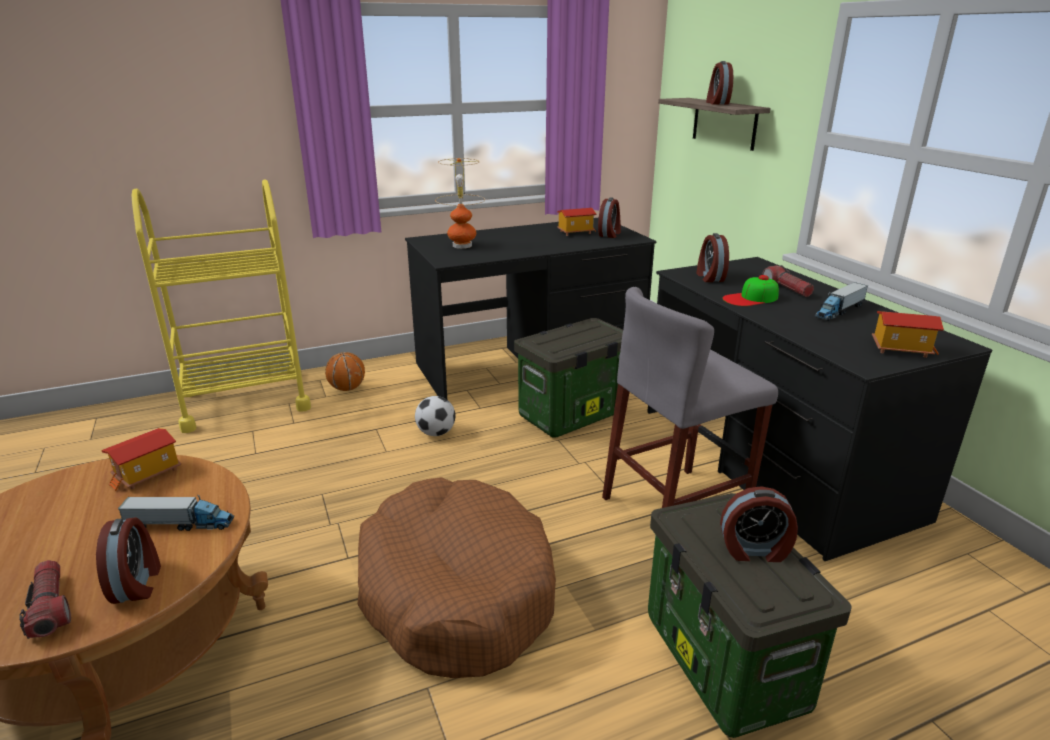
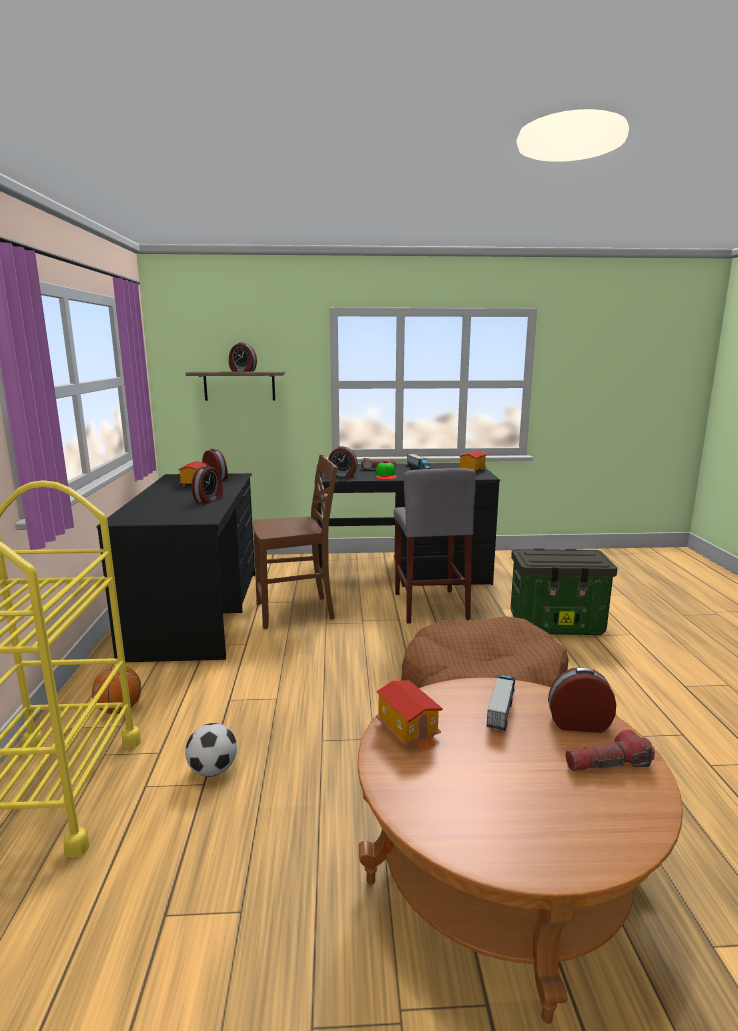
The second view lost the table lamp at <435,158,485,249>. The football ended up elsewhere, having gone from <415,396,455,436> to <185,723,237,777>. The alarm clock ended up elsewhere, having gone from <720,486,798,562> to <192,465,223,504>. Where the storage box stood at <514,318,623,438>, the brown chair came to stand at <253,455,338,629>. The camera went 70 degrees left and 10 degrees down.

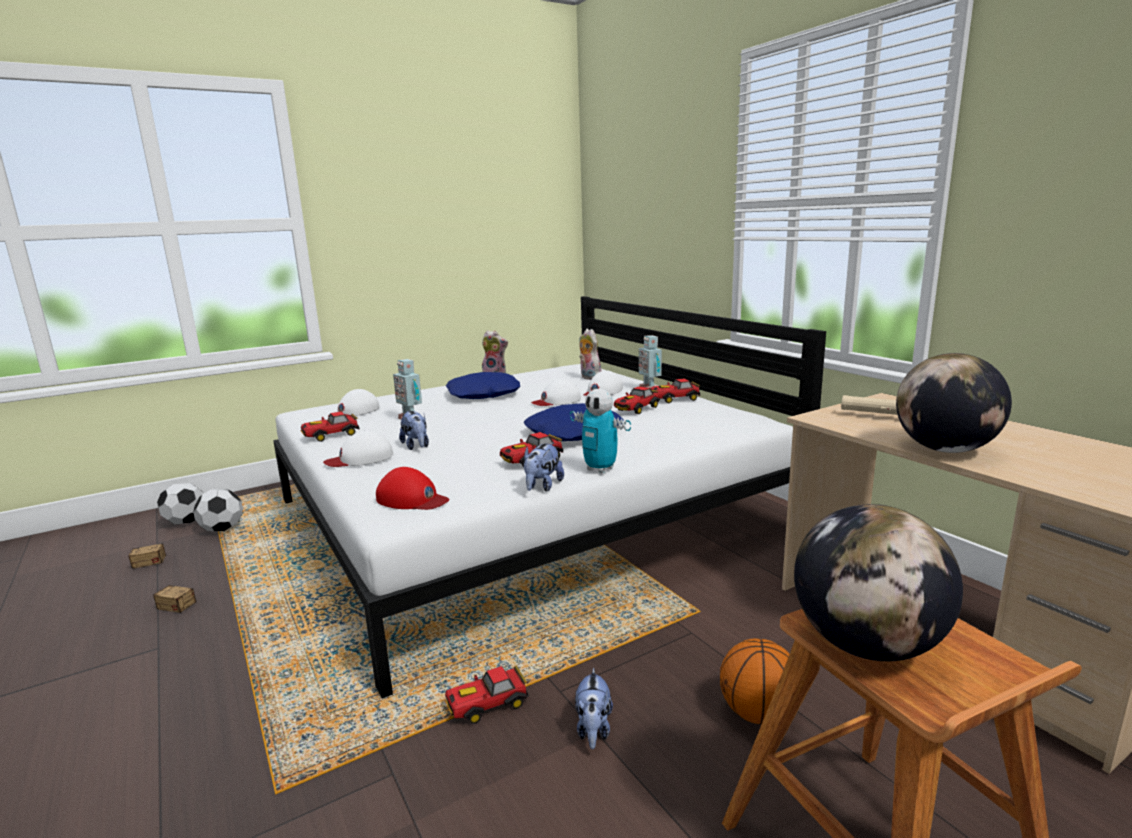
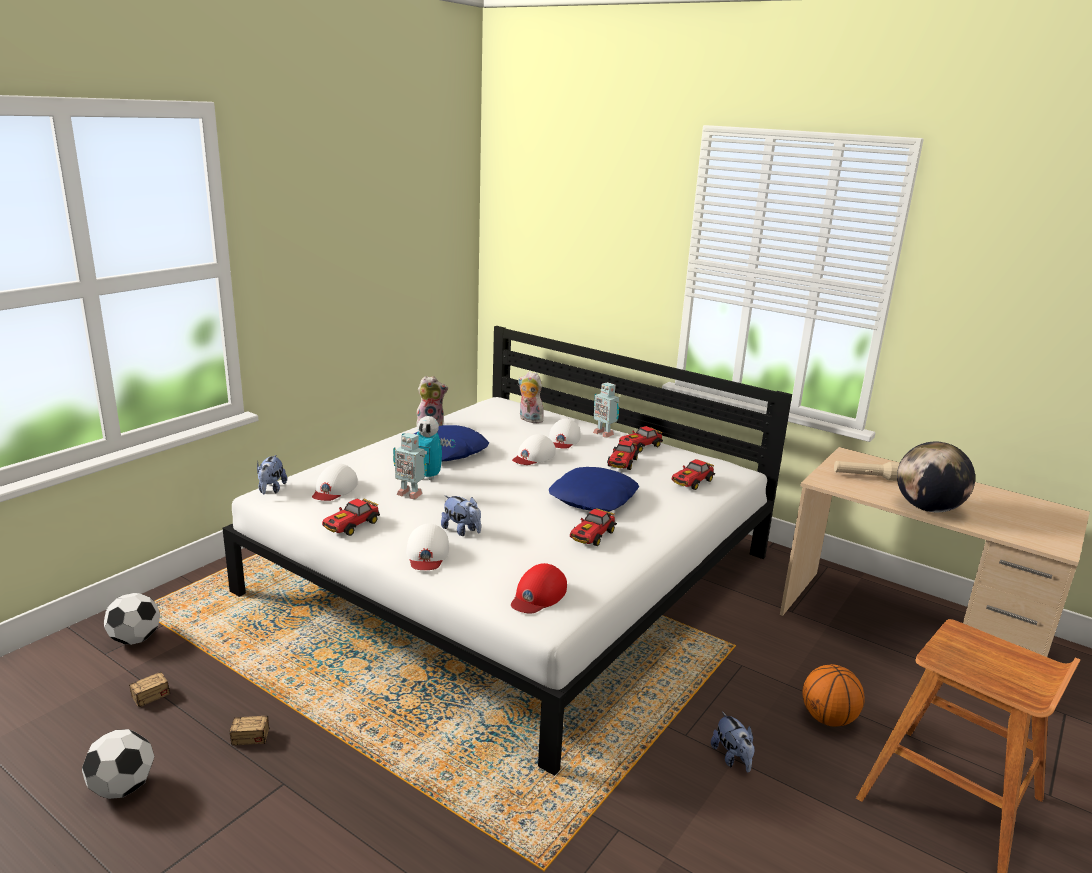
The second view lost the globe at <794,504,963,661>. The football ended up elsewhere, having gone from <193,489,243,532> to <82,729,154,799>. The toy car ended up elsewhere, having gone from <445,665,529,724> to <671,459,715,490>. The plush toy ended up elsewhere, having gone from <524,443,564,492> to <257,455,287,494>. The toy robot ended up elsewhere, having gone from <570,389,631,474> to <402,416,455,480>. The white cap at <323,431,393,467> ended up facing another way, 45 degrees counterclockwise from before. The red cap at <376,467,449,510> ended up facing another way, 120 degrees clockwise from before. The camera went 25 degrees left and 5 degrees up.

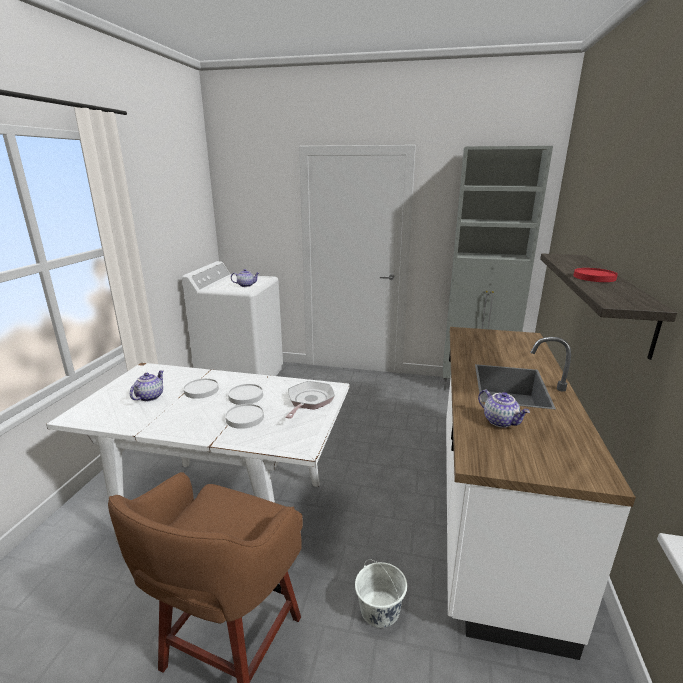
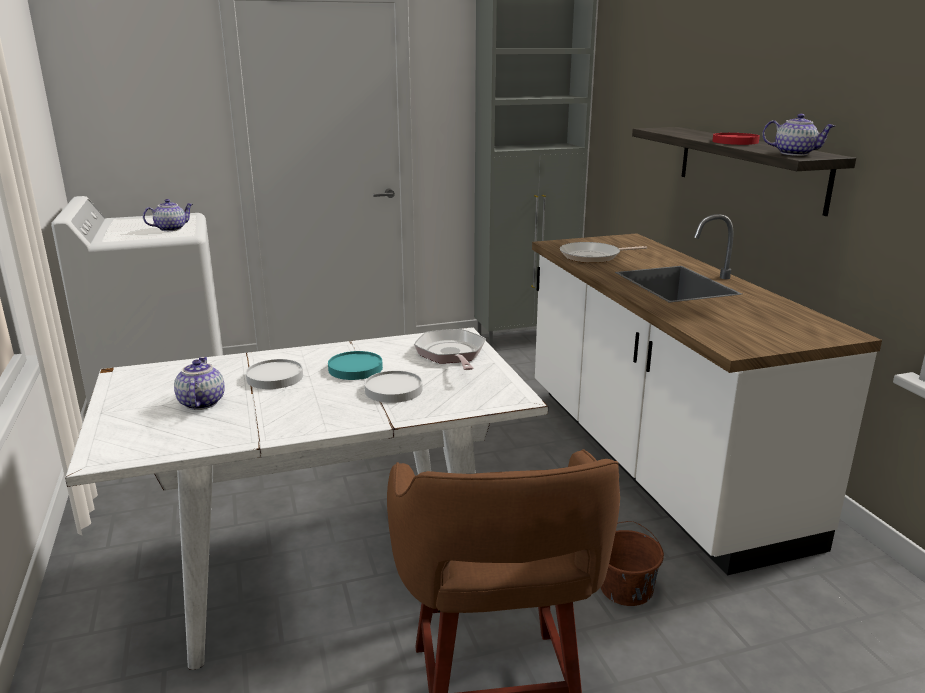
The second view gained the frying pan at <560,242,647,263>. The teapot ended up elsewhere, having gone from <478,390,530,428> to <762,114,835,156>. What was the white plate at <228,384,263,405> turned into the turquoise plate at <328,351,383,380>. What was the white bucket at <355,560,407,628> turned into the brown bucket at <601,521,664,606>. The camera went 30 degrees left and 0 degrees up.

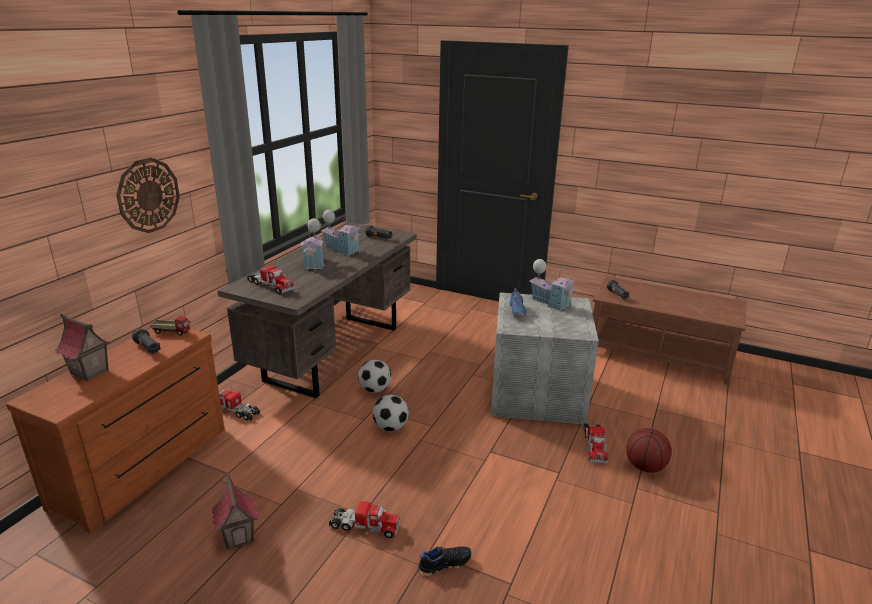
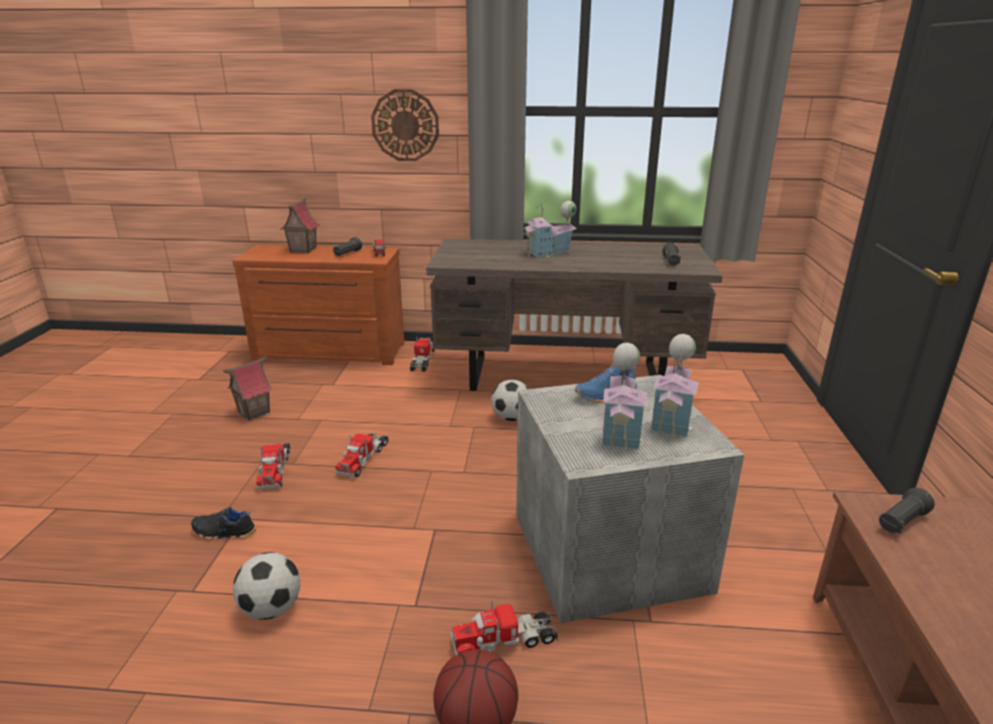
The toy truck ended up elsewhere, having gone from <247,263,295,294> to <335,433,388,478>. The toy house ended up elsewhere, having gone from <322,210,361,256> to <601,343,647,454>. The football ended up elsewhere, having gone from <373,395,409,431> to <233,552,300,620>. The black shoe at <418,547,471,576> ended up facing another way, 135 degrees clockwise from before. The camera went 70 degrees right and 0 degrees up.

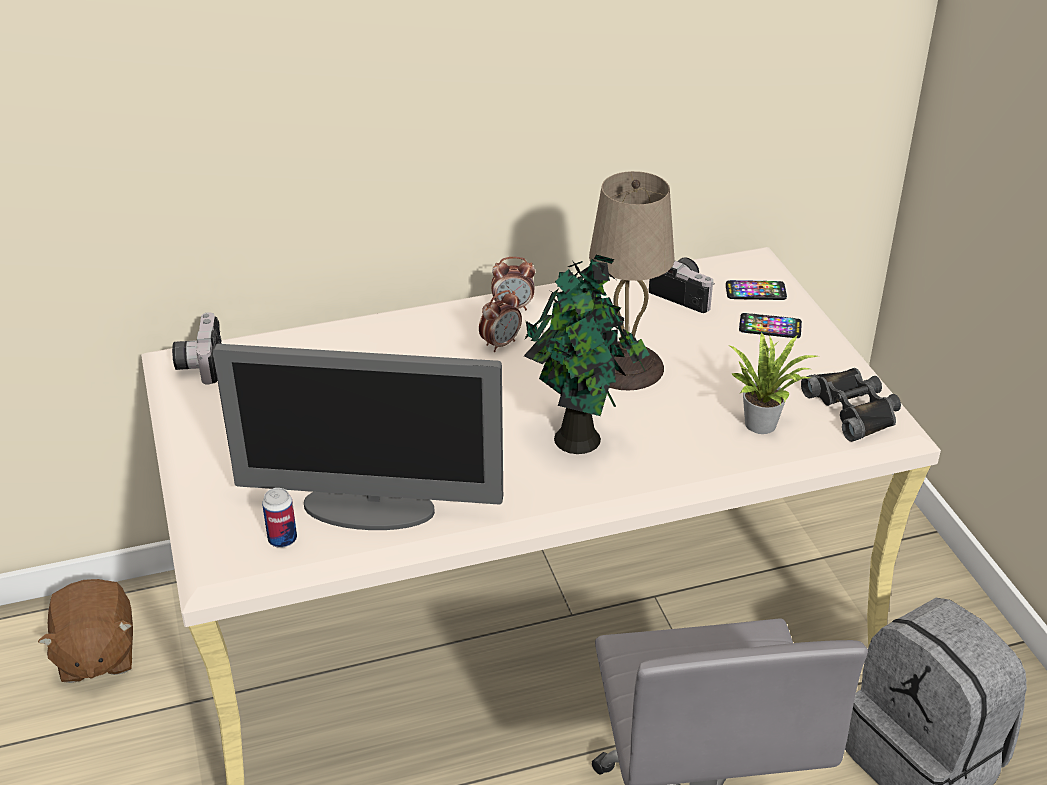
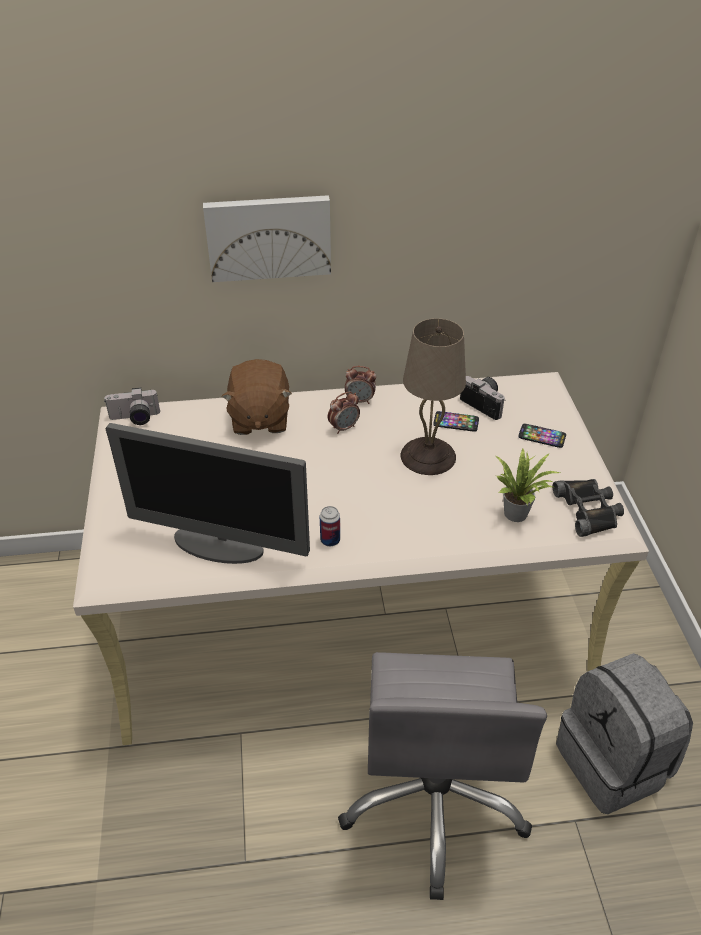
The second view lost the potted plant at <524,255,650,454>. The second view gained the picture at <203,195,331,282>. The brown plush toy ended up elsewhere, having gone from <38,579,133,683> to <221,359,292,435>. The can ended up elsewhere, having gone from <262,488,297,548> to <320,506,340,546>. The phone ended up elsewhere, having gone from <726,280,787,300> to <433,411,479,432>. The photo camera at <172,312,222,385> ended up facing another way, 105 degrees counterclockwise from before. The camera went 10 degrees right and 5 degrees up.

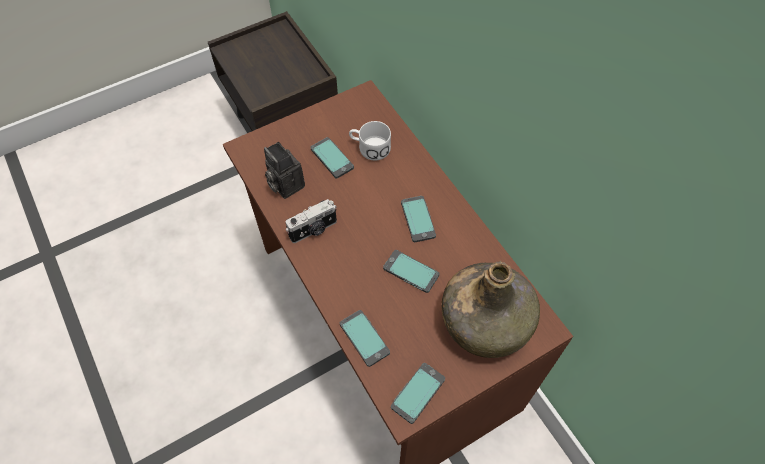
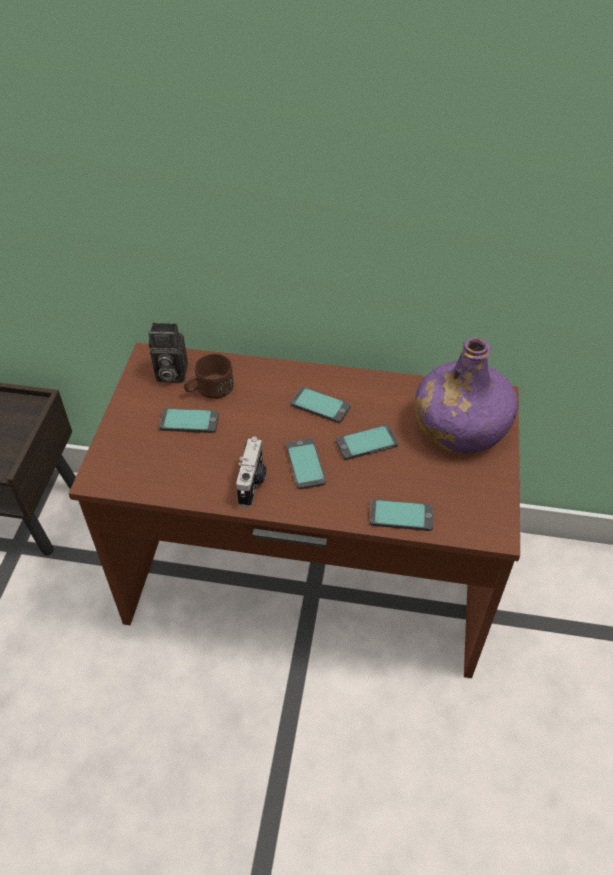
The photo camera ended up elsewhere, having gone from <264,142,305,199> to <149,323,188,383>. The phone ended up elsewhere, having gone from <391,363,445,424> to <286,438,326,490>. What was the white mug at <349,121,391,160> turned into the brown mug at <184,354,234,399>. What was the green bottle at <442,260,540,358> turned into the purple bottle at <415,337,518,454>. The camera went 50 degrees left and 10 degrees down.

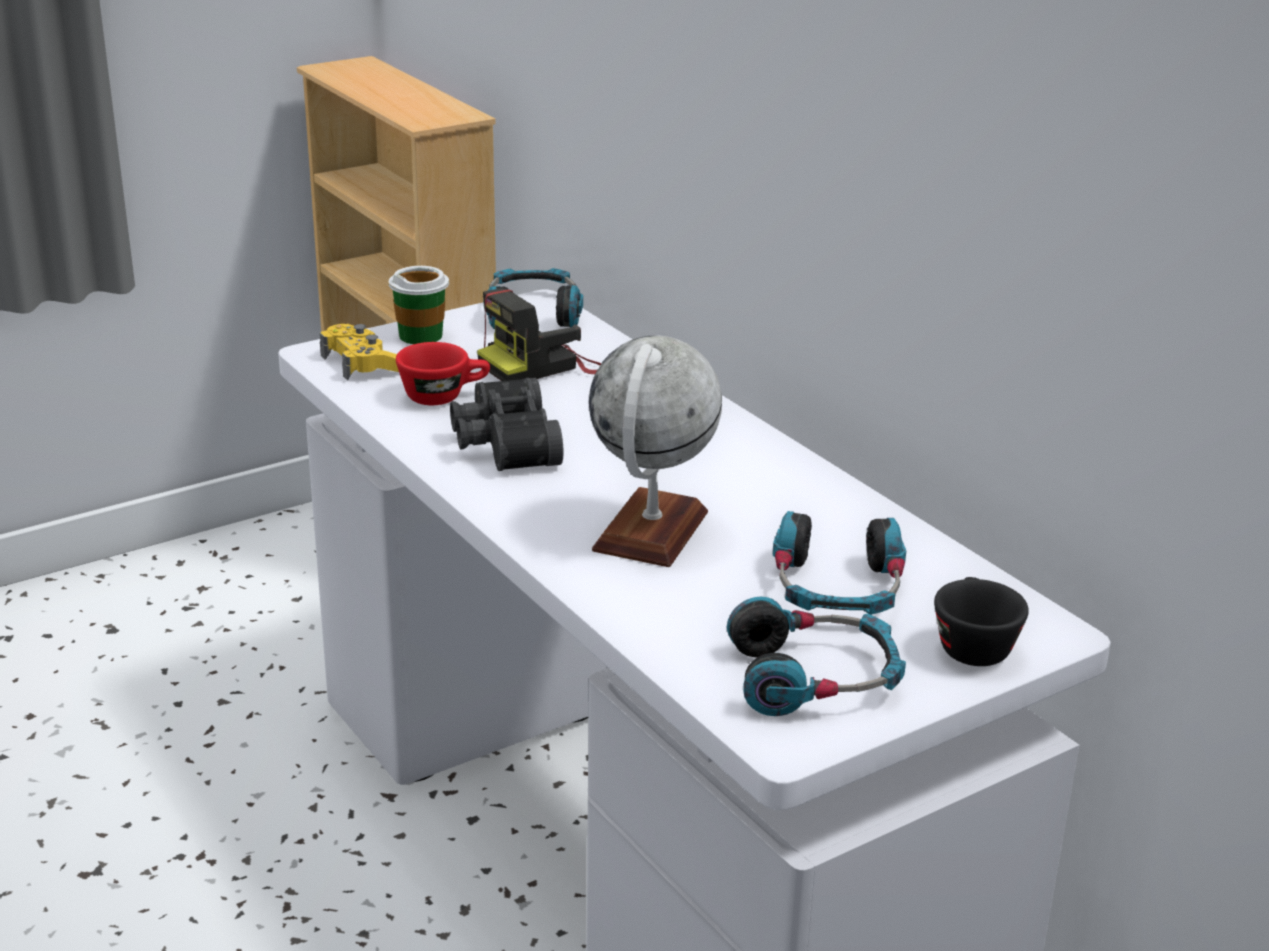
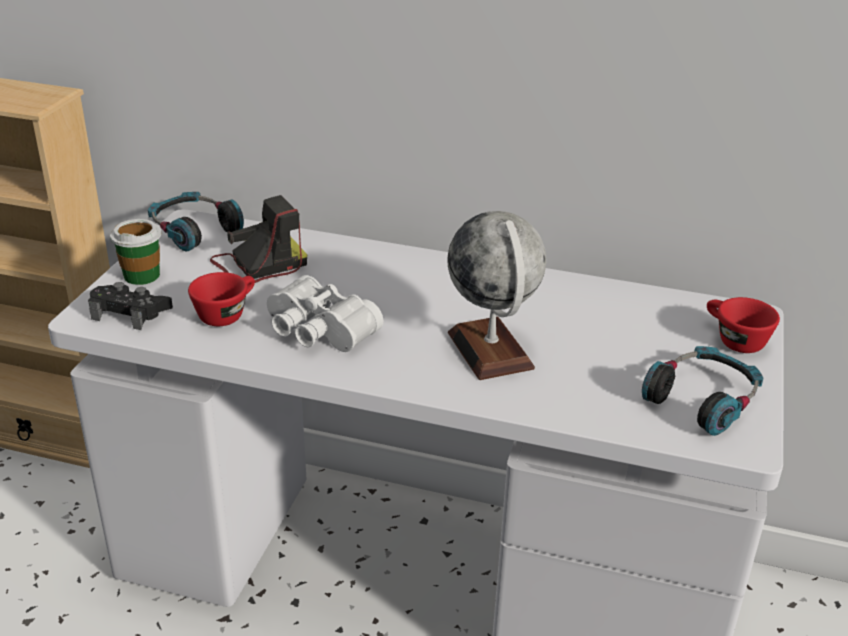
The second view lost the headphones at <773,511,906,615>. What was the yellow game controller at <320,324,399,381> turned into the black game controller at <88,282,173,330>. What was the black binoculars at <450,378,563,471> turned into the white binoculars at <267,275,383,352>. What was the black cup at <934,577,1029,666> turned into the red cup at <707,297,780,353>. The photo camera at <477,288,601,381> ended up facing another way, 135 degrees counterclockwise from before. The camera went 40 degrees left and 5 degrees up.

